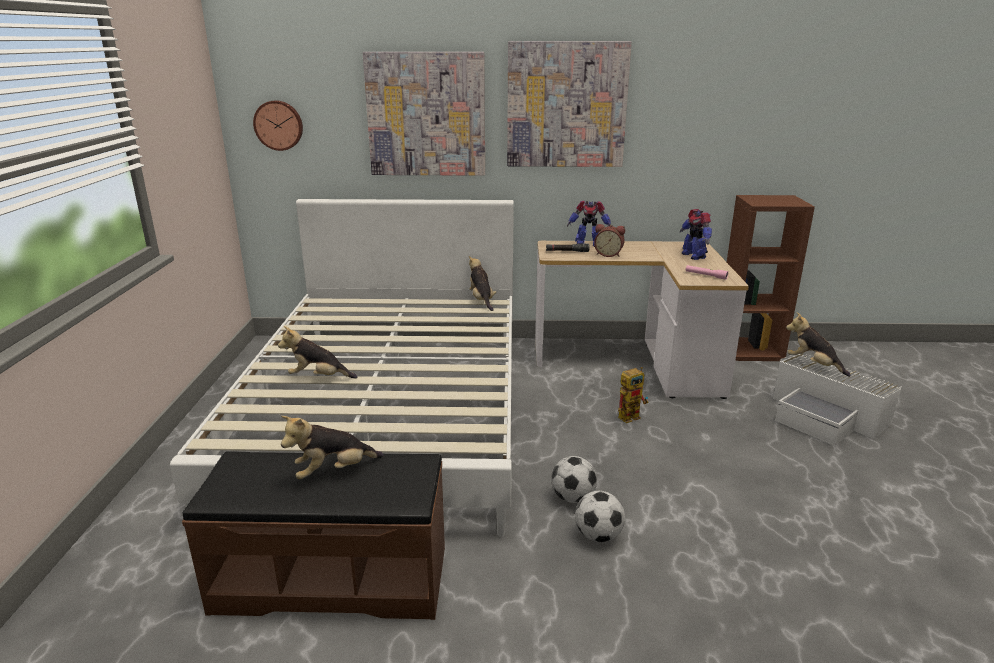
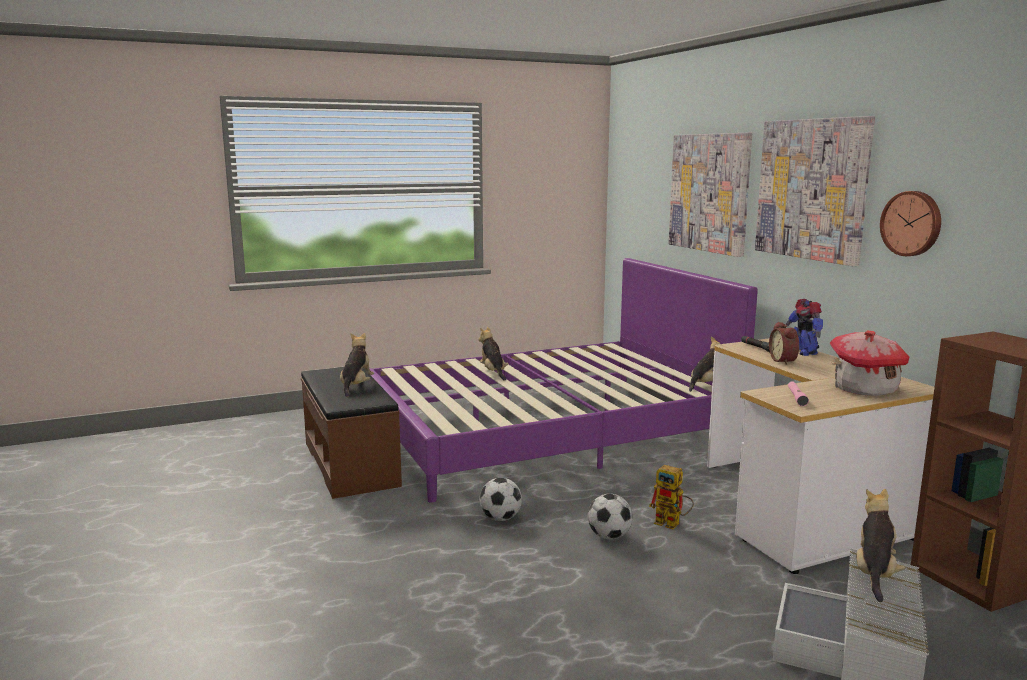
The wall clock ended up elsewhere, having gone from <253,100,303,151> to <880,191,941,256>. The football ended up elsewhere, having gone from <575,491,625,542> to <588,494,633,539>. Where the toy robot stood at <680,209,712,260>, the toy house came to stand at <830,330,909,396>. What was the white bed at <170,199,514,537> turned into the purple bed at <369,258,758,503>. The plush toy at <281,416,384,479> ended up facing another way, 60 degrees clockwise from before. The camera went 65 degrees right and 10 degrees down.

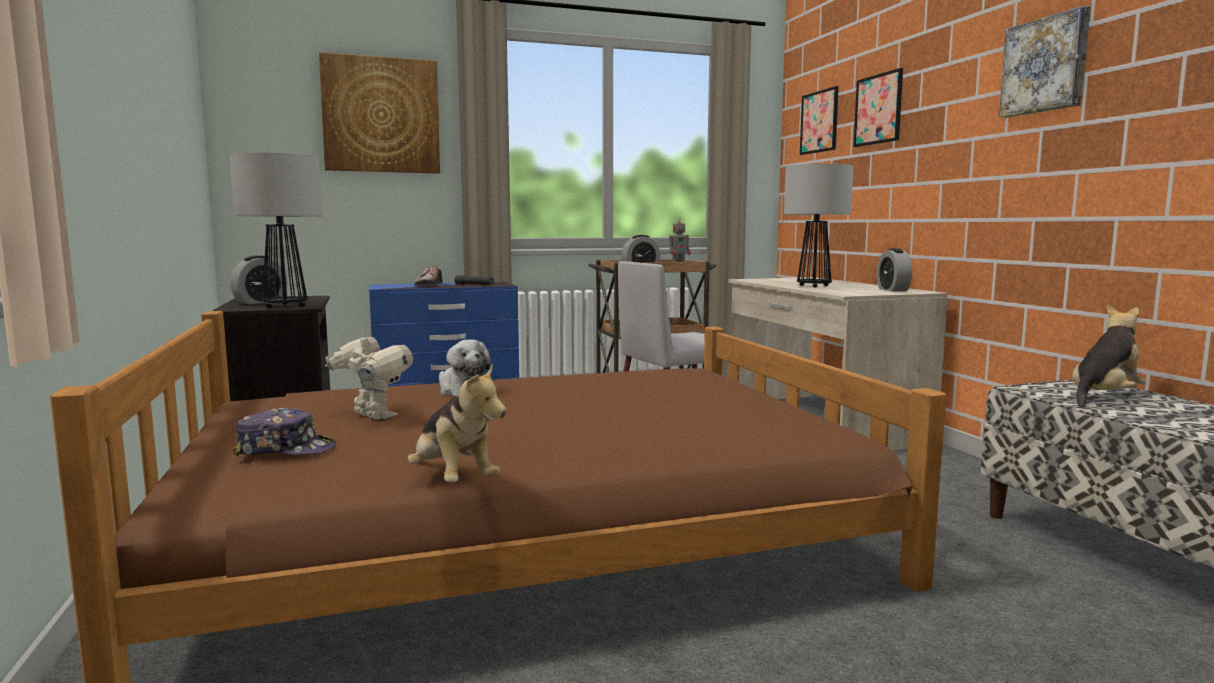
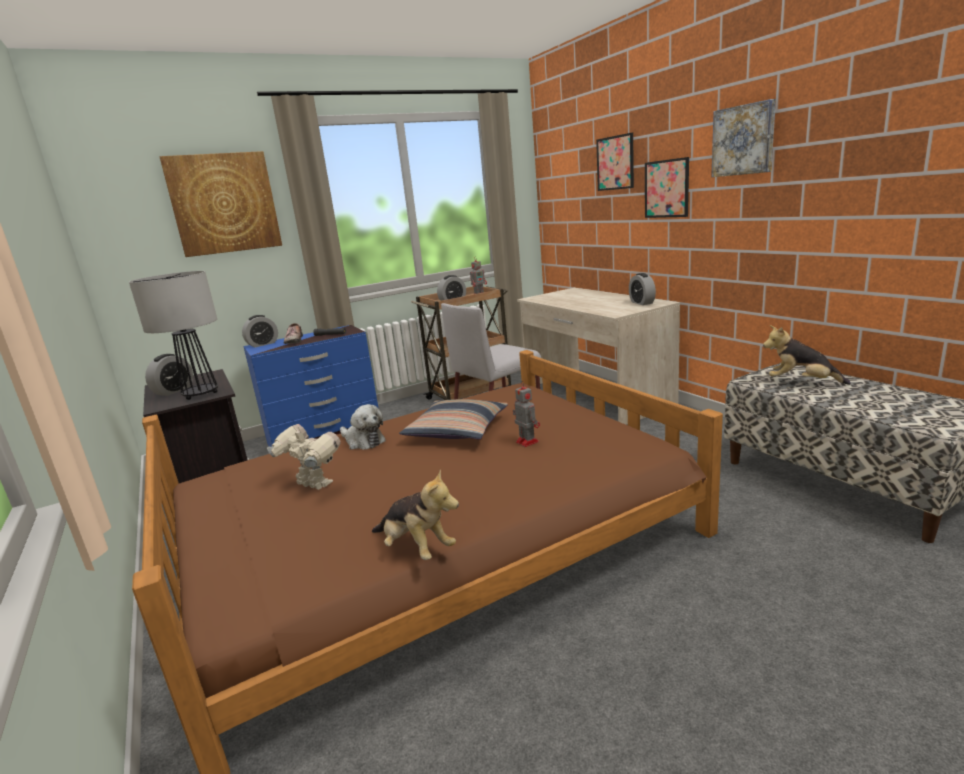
The second view lost the cap at <233,408,336,457>. The second view lost the table lamp at <784,164,853,288>. The second view gained the alarm clock at <242,315,278,347>. The second view gained the pillow at <399,399,508,440>. The second view gained the toy robot at <513,382,540,447>. The picture ended up elsewhere, having gone from <800,86,839,155> to <645,157,689,218>. The plush toy at <1072,304,1146,408> ended up facing another way, 105 degrees counterclockwise from before. The camera went 10 degrees left and 10 degrees up.

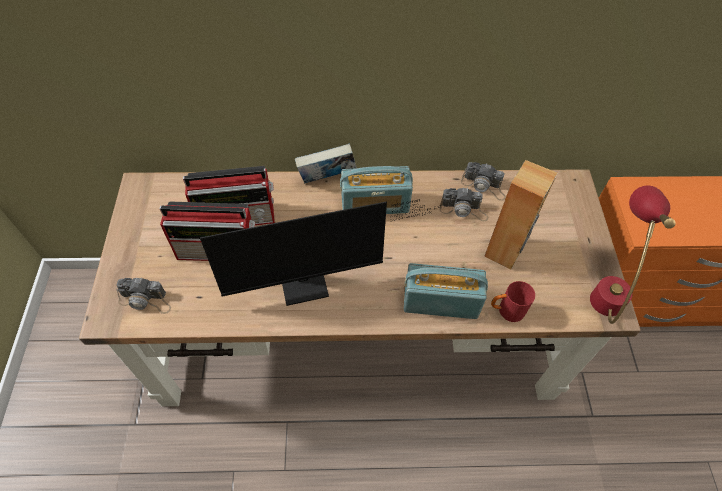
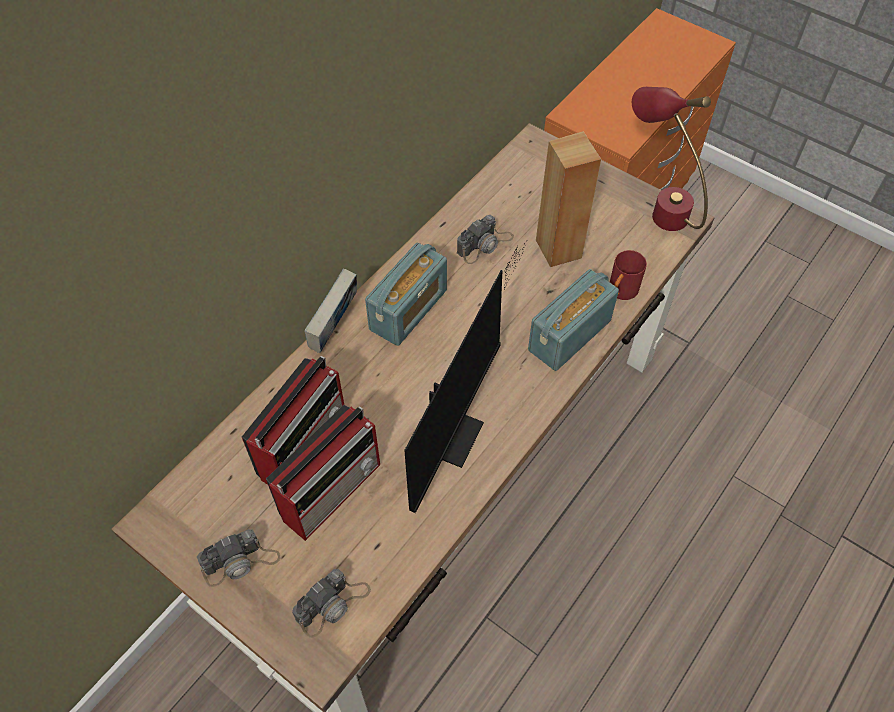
The photo camera ended up elsewhere, having gone from <461,162,506,201> to <197,529,281,587>. The camera went 50 degrees left and 0 degrees up.

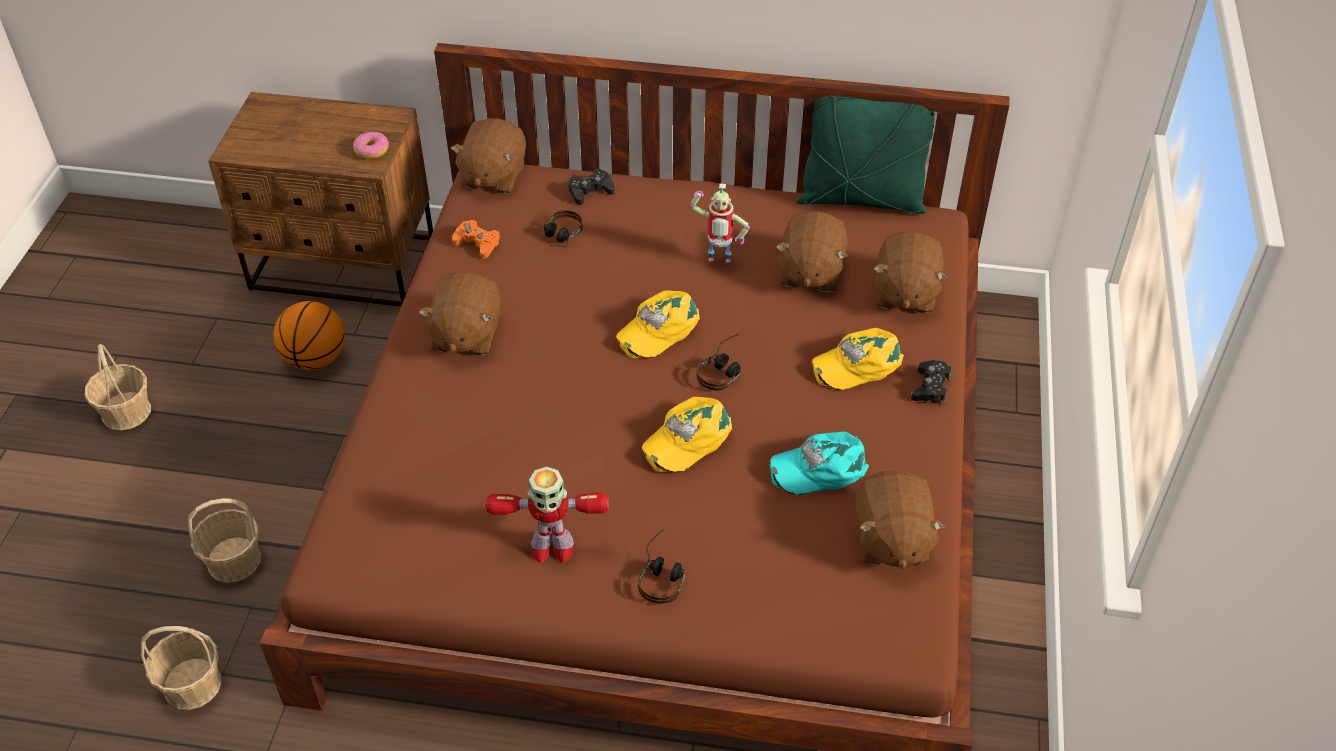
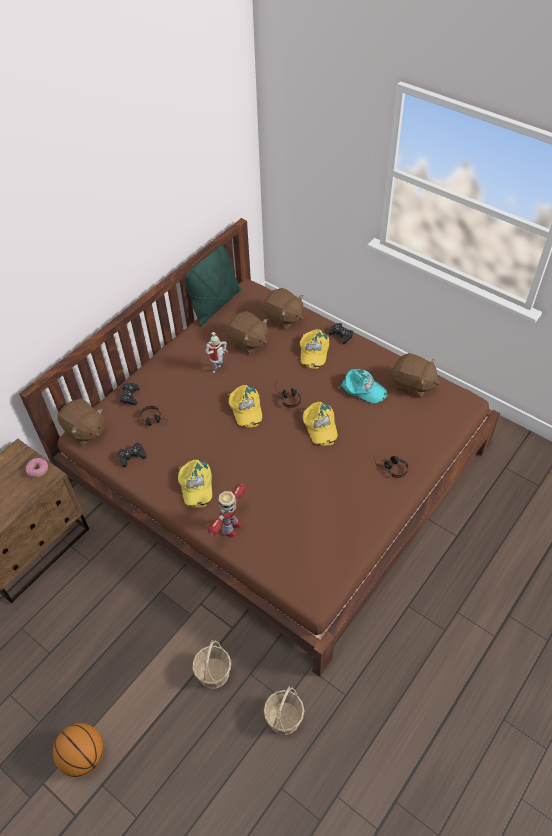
The second view lost the basket at <85,344,151,430>. The basketball ended up elsewhere, having gone from <273,301,345,370> to <53,723,104,777>. The toy robot ended up elsewhere, having gone from <486,467,609,563> to <208,484,245,537>. Where the brown plush toy stood at <418,272,501,356>, the yellow cap came to stand at <178,460,212,508>. What was the orange game controller at <452,220,501,259> turned into the black game controller at <118,442,146,467>. The turquoise cap at <769,431,869,495> ended up facing another way, 75 degrees counterclockwise from before. The camera went 60 degrees left and 5 degrees up.

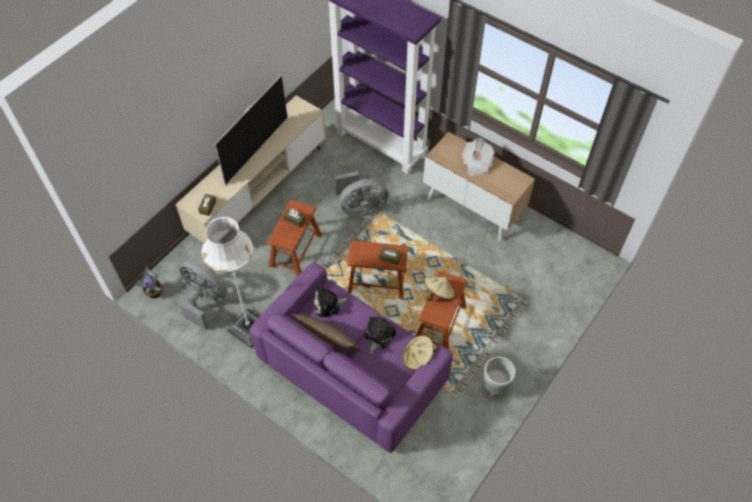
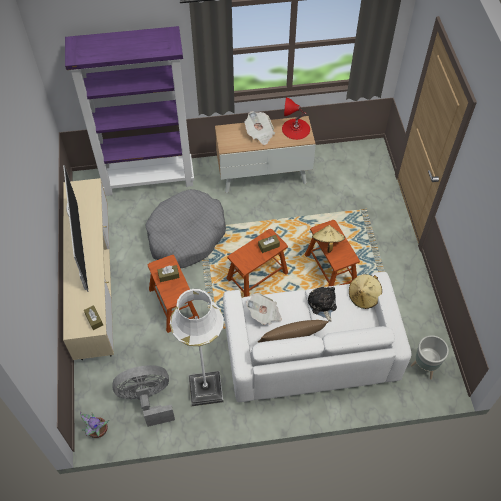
The second view gained the red table lamp at <282,97,310,140>. The grey planter ended up elsewhere, having gone from <483,357,516,402> to <411,335,449,379>. Where the plush toy stood at <314,284,348,318>, the newspaper came to stand at <246,293,282,325>. Where the grey fan stood at <334,171,388,216>, the grey dog bed came to stand at <145,189,226,268>. What was the purple sofa at <250,262,453,453> turned into the white sofa at <223,272,411,402>. The camera went 45 degrees left and 0 degrees up.

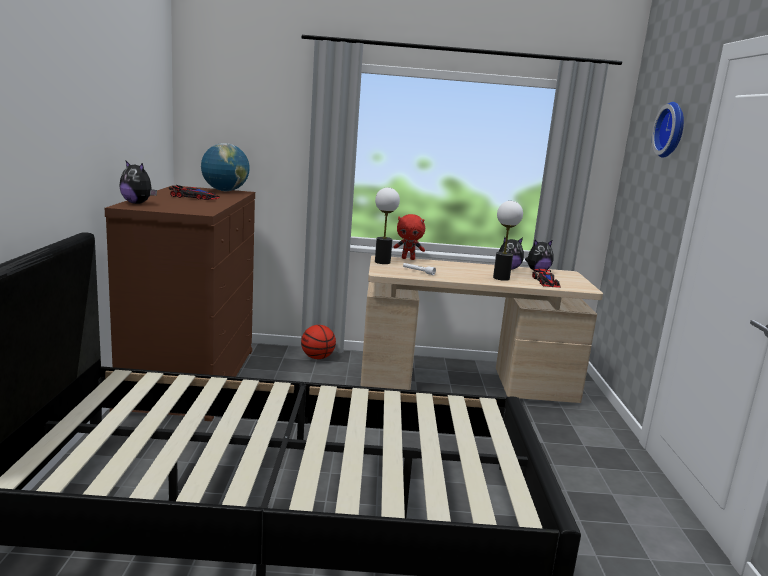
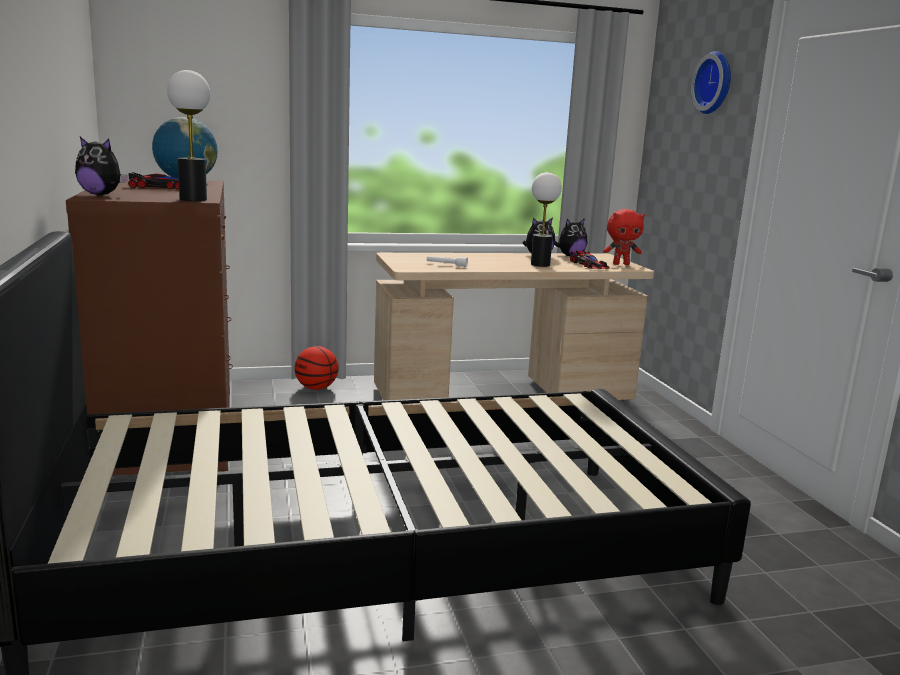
The table lamp ended up elsewhere, having gone from <375,187,400,264> to <167,70,210,201>. The red plush toy ended up elsewhere, having gone from <394,214,425,260> to <603,209,645,265>. The camera went 15 degrees left and 0 degrees up.

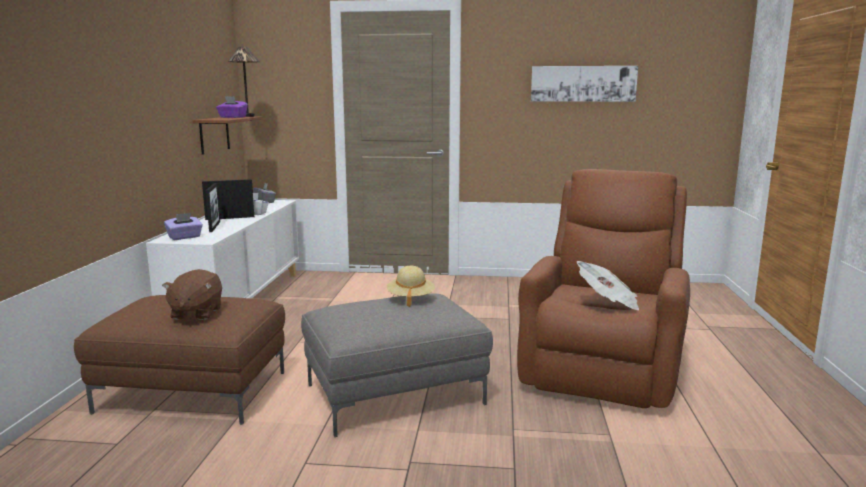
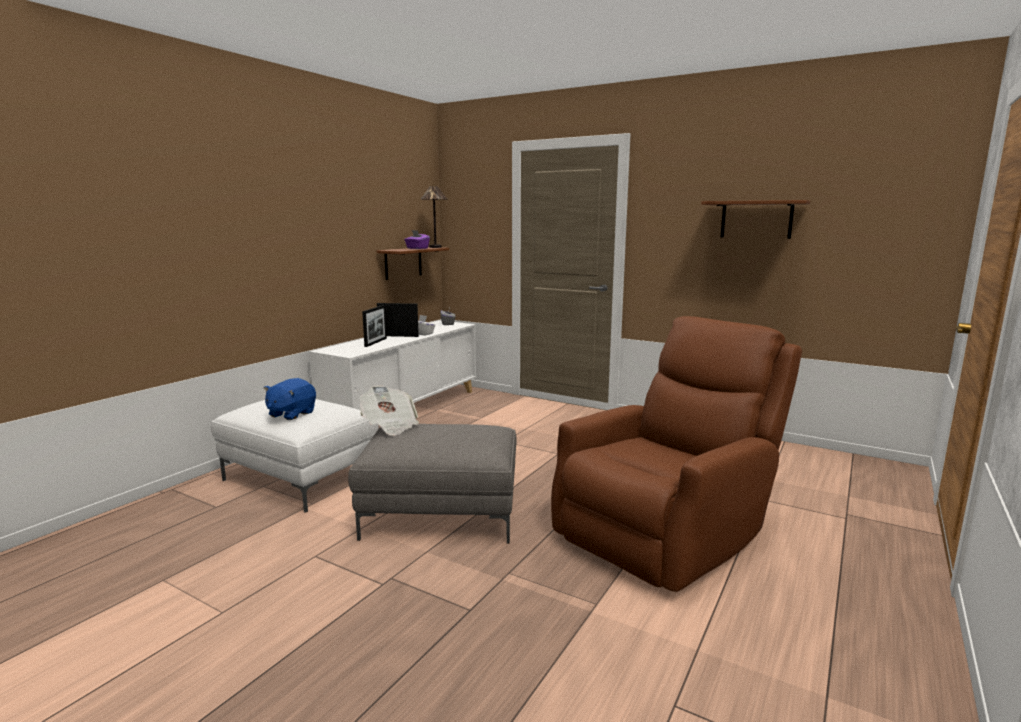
The second view lost the purple tissue box at <164,213,203,240>. The second view lost the beige hat at <387,266,435,307>. The newspaper ended up elsewhere, having gone from <577,261,639,310> to <360,385,419,436>. Where the picture hung at <531,66,638,102>, the brown shelf came to hang at <701,200,810,239>. What was the brown ottoman at <74,295,285,425> turned into the white ottoman at <211,399,379,513>. What was the brown plush toy at <162,269,222,320> turned into the blue plush toy at <264,378,316,420>. The camera went 25 degrees right and 0 degrees up.

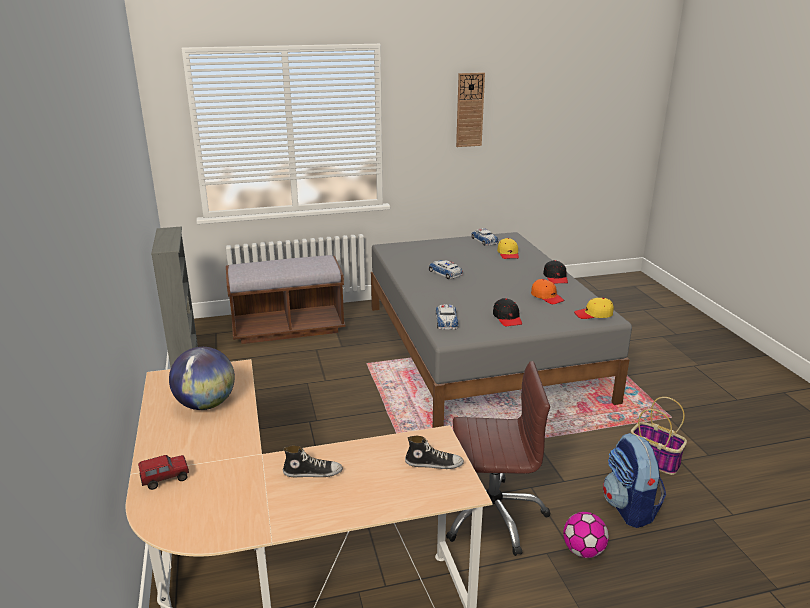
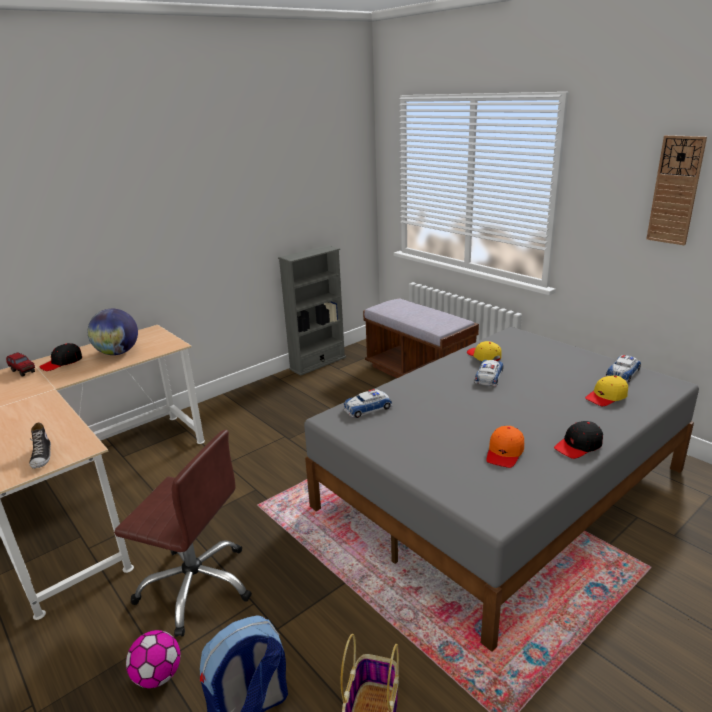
The second view lost the shoe at <283,445,343,477>. The black cap ended up elsewhere, having gone from <493,298,522,326> to <40,343,82,371>. The yellow cap ended up elsewhere, having gone from <574,298,614,319> to <467,341,501,361>. The brown office chair at <446,361,551,556> ended up facing another way, 45 degrees counterclockwise from before. The camera went 65 degrees right and 0 degrees up.

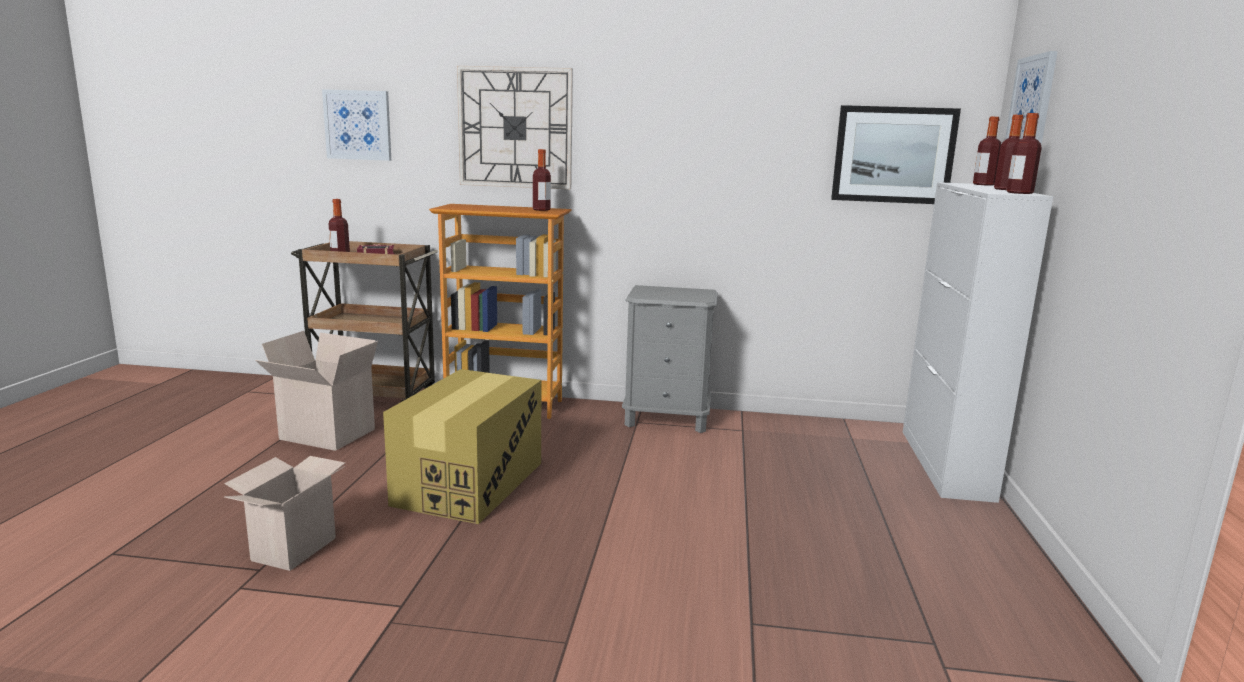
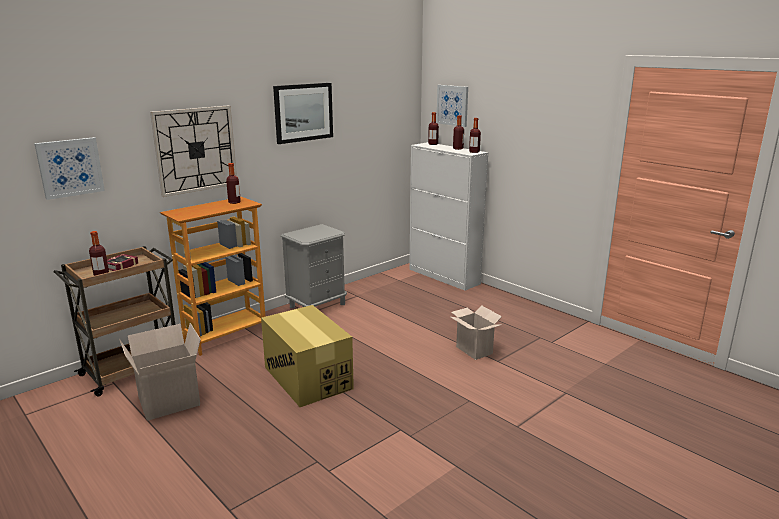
The cardboard box ended up elsewhere, having gone from <224,456,345,571> to <451,305,502,360>. The picture ended up elsewhere, having gone from <831,105,961,204> to <273,83,333,144>. The camera went 50 degrees left and 5 degrees up.

